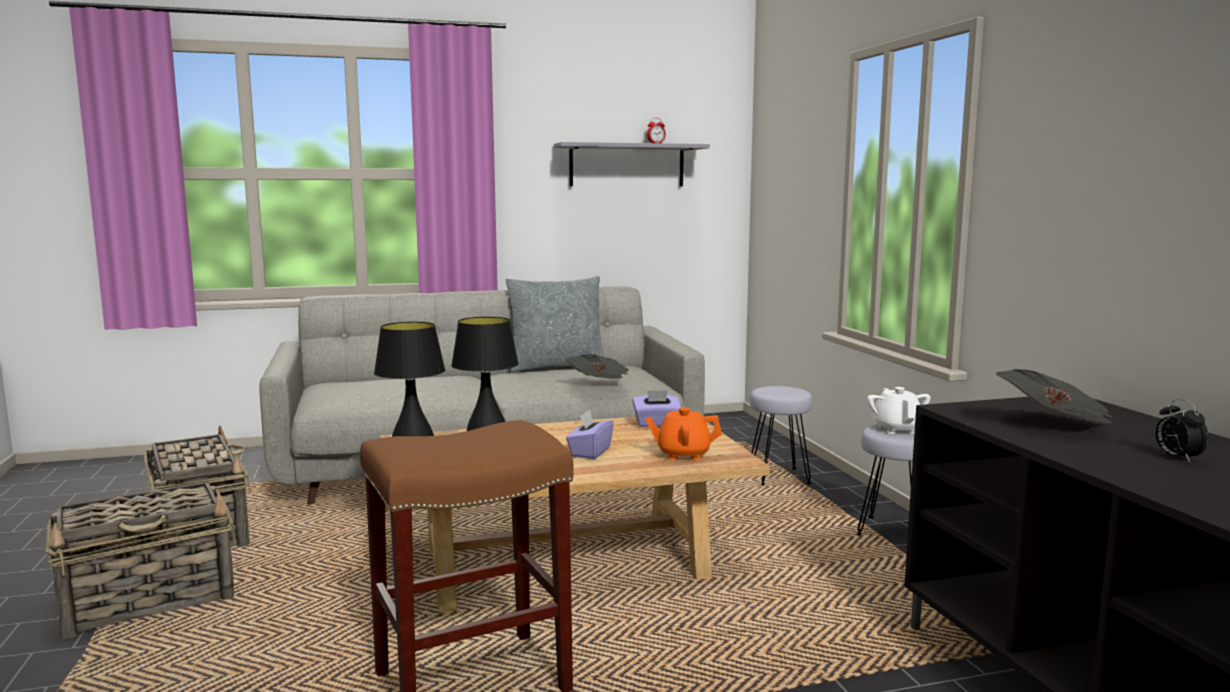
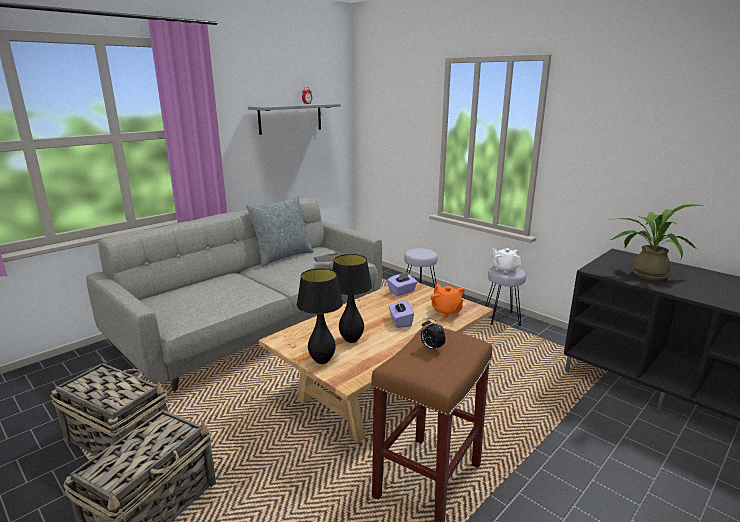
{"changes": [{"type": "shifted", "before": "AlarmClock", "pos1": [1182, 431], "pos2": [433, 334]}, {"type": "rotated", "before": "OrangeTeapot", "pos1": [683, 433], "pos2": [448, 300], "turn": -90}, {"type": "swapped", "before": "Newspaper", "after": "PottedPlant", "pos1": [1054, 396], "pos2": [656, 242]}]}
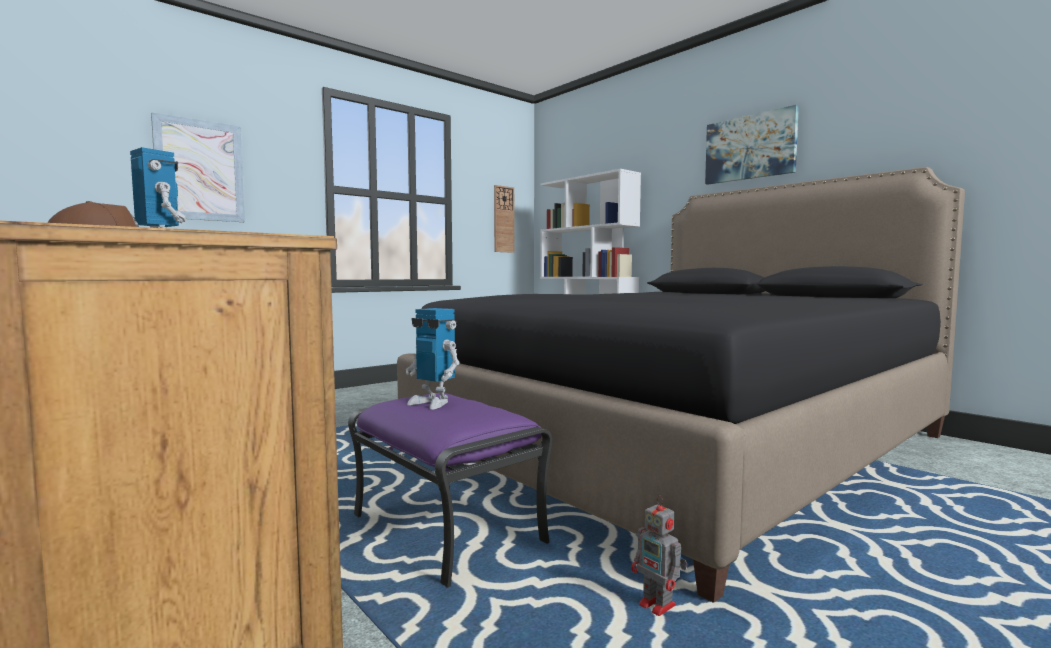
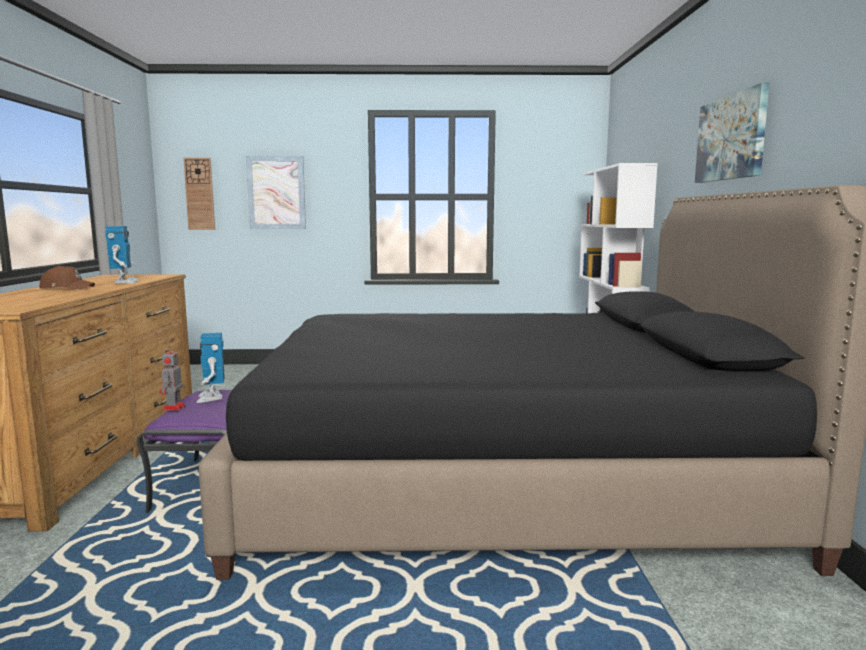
{"changes": [{"type": "shifted", "before": "ToyRobot", "pos1": [659, 555], "pos2": [172, 378]}, {"type": "shifted", "before": "WallClock", "pos1": [504, 219], "pos2": [199, 194]}]}
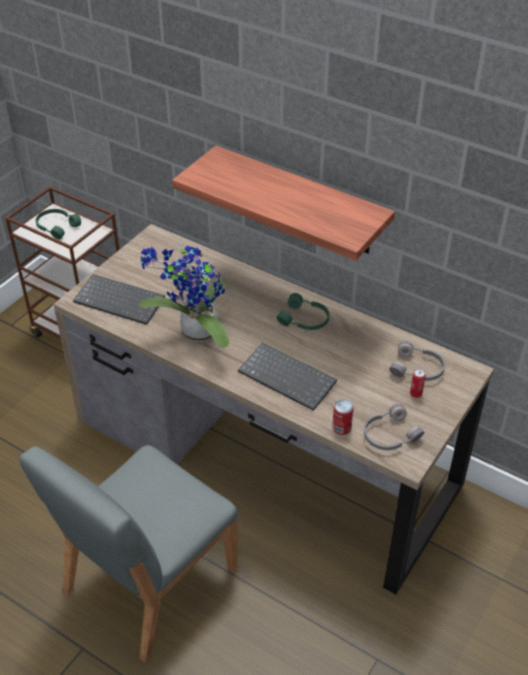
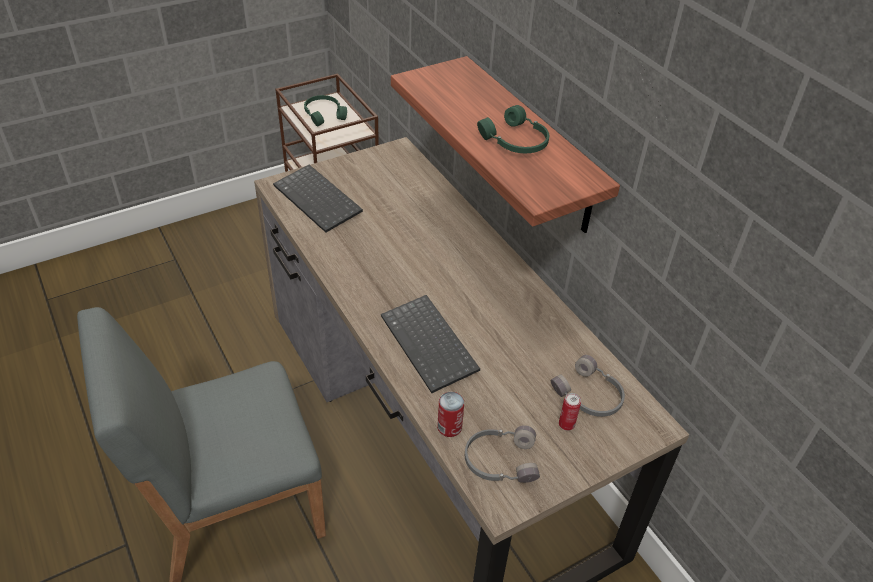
{"changes": [{"type": "shifted", "before": "GreenHeadphones", "pos1": [302, 311], "pos2": [513, 129]}, {"type": "gone", "before": "PottedPlant", "pos1": [184, 295]}]}
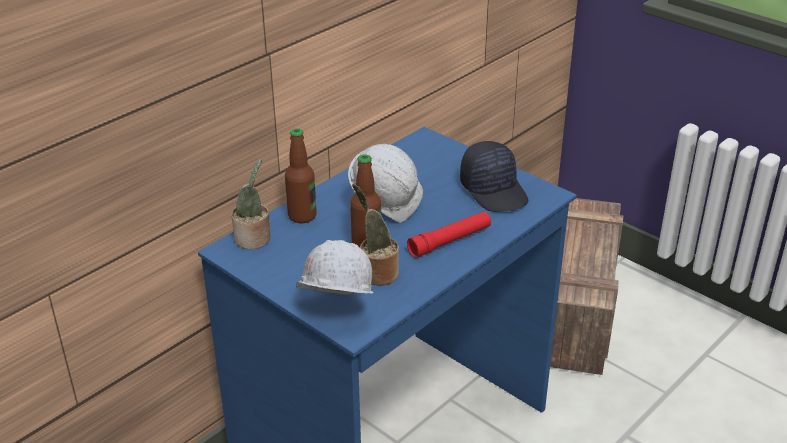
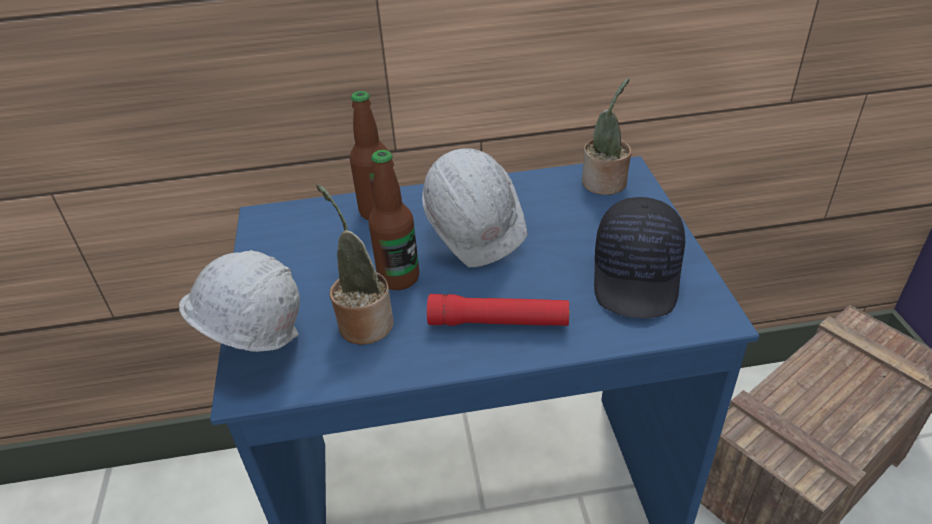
{"changes": [{"type": "shifted", "before": "PottedPlant", "pos1": [250, 204], "pos2": [607, 136]}]}
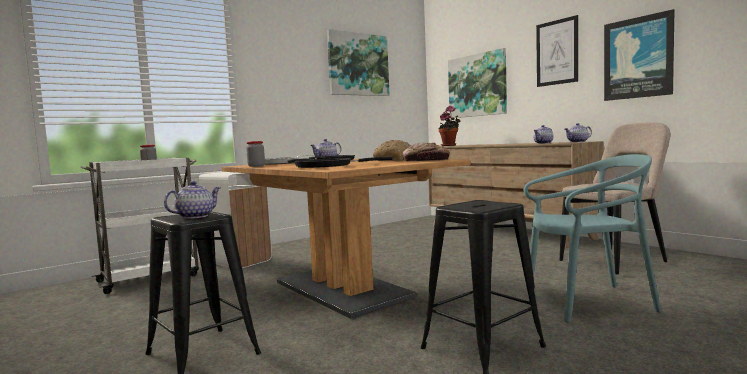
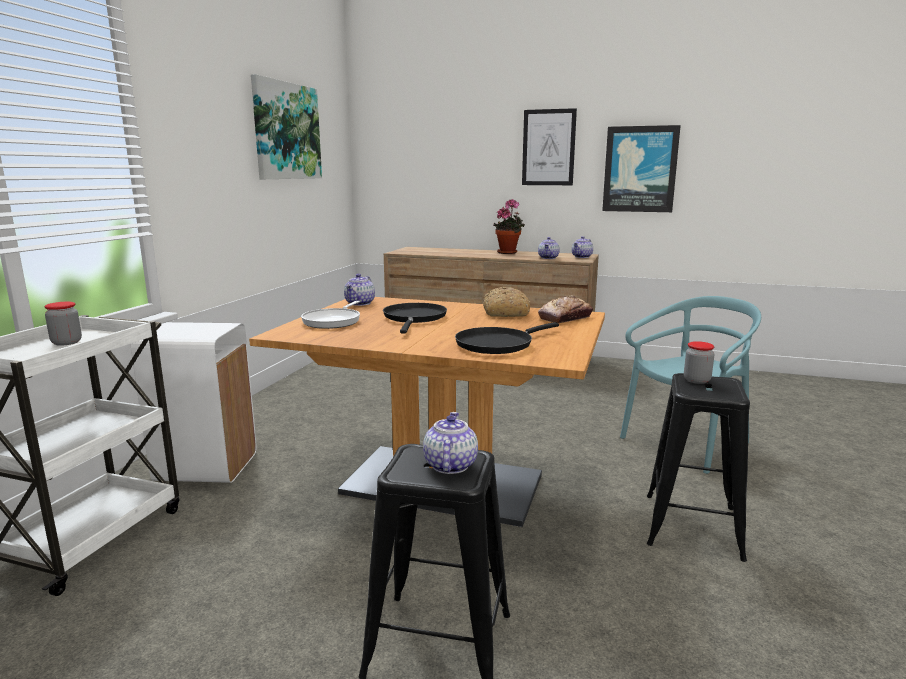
{"changes": [{"type": "shifted", "before": "PottedPlant", "pos1": [450, 126], "pos2": [509, 226]}, {"type": "shifted", "before": "Jar", "pos1": [255, 154], "pos2": [699, 362]}, {"type": "gone", "before": "Picture", "pos1": [477, 83]}, {"type": "gone", "before": "BeigeChair", "pos1": [615, 198]}]}
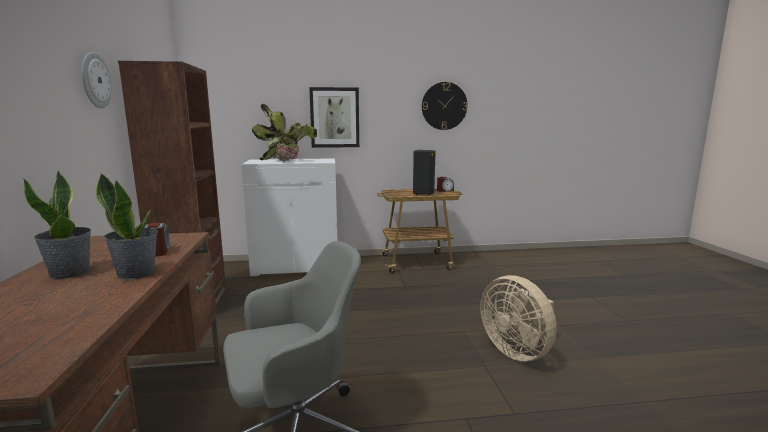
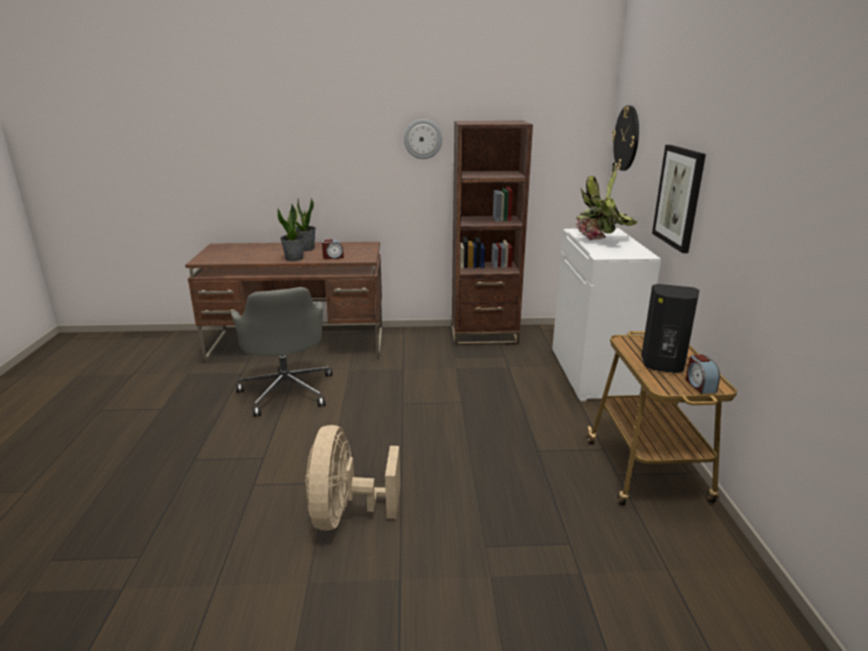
{"changes": [{"type": "rotated", "before": "BeigeFan", "pos1": [518, 318], "pos2": [352, 478], "turn": -60}, {"type": "shifted", "before": "WallClock", "pos1": [444, 106], "pos2": [625, 138]}]}
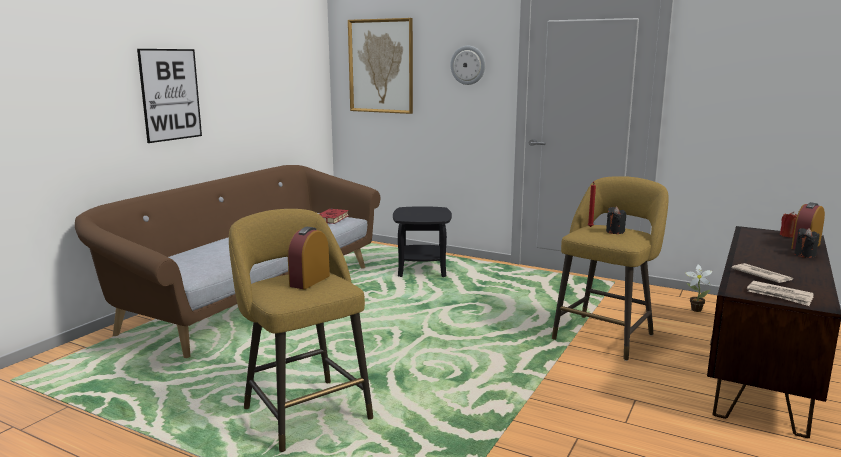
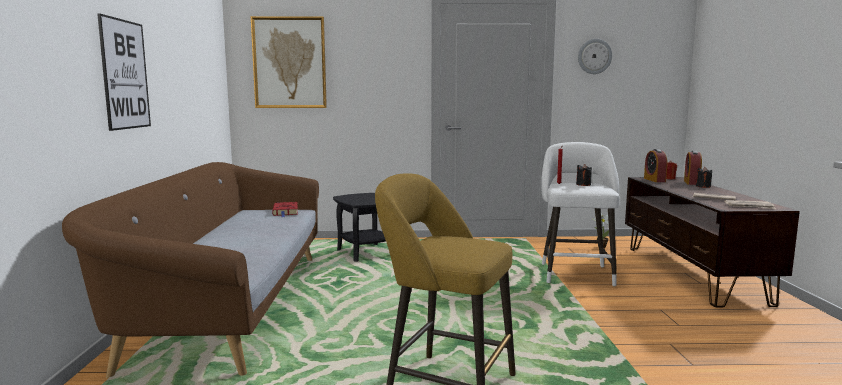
{"changes": [{"type": "repainted", "before": "YellowStool", "after": "WhiteStool", "pos1": [610, 268], "pos2": [580, 214]}, {"type": "shifted", "before": "WallClock", "pos1": [467, 65], "pos2": [595, 56]}, {"type": "shifted", "before": "AlarmClock", "pos1": [309, 258], "pos2": [655, 165]}]}
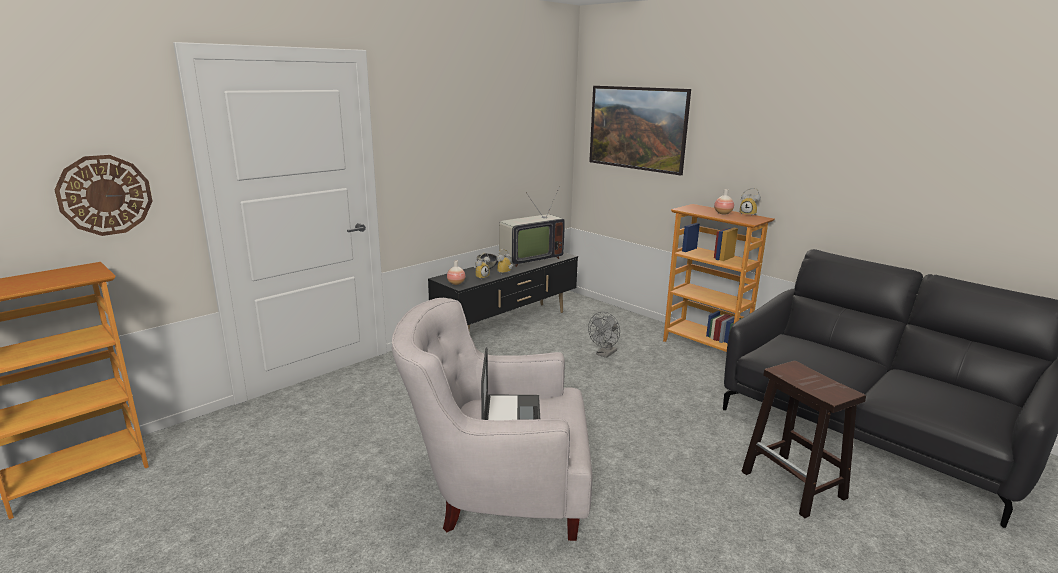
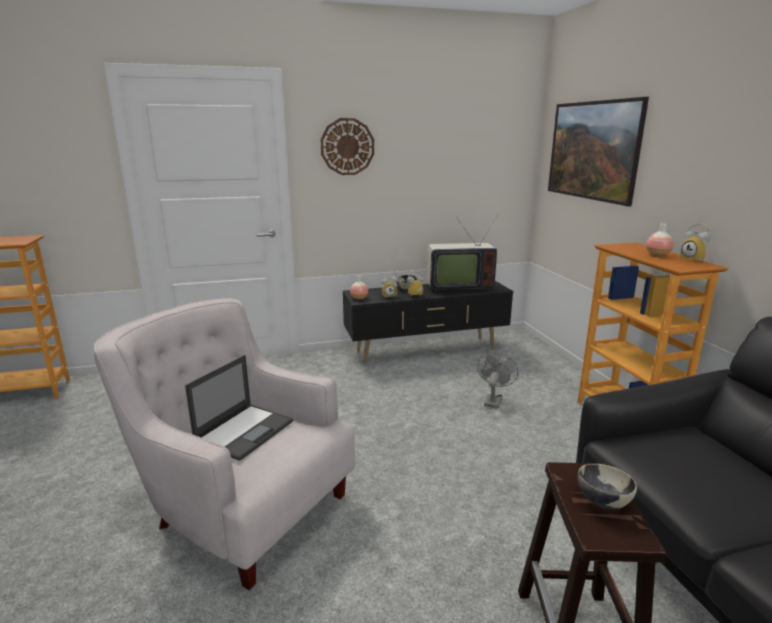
{"changes": [{"type": "shifted", "before": "WallClock", "pos1": [103, 195], "pos2": [347, 146]}, {"type": "rotated", "before": "GreyFan", "pos1": [604, 335], "pos2": [497, 380], "turn": 135}, {"type": "new", "after": "Bowl", "pos2": [607, 486]}]}
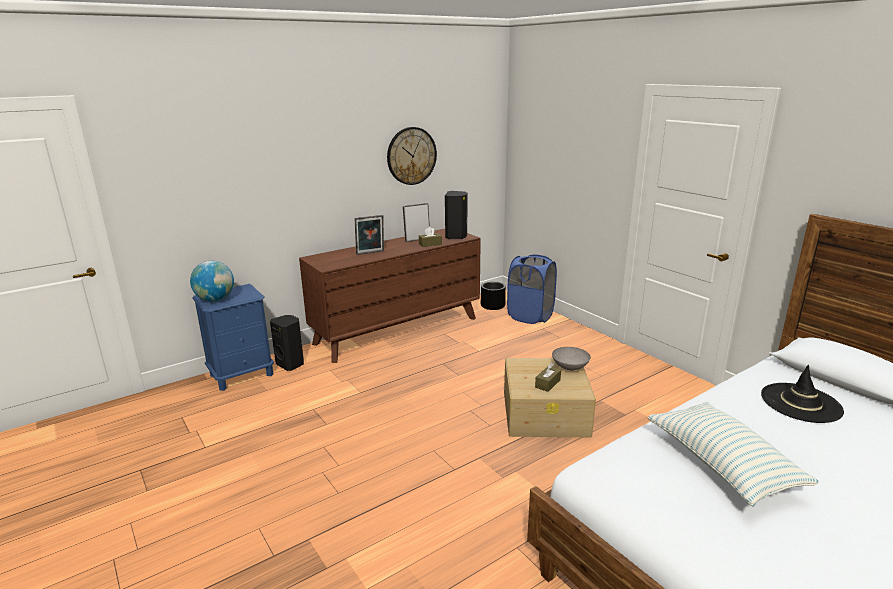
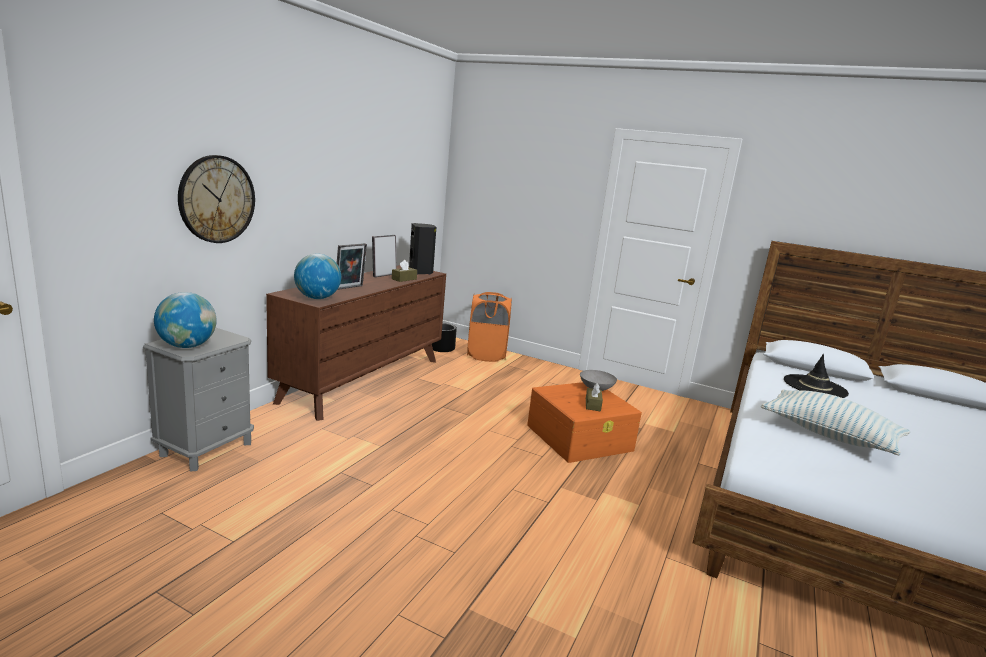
{"changes": [{"type": "repainted", "before": "BlueNightstand", "after": "GreyNightstand", "pos1": [233, 337], "pos2": [198, 399]}, {"type": "shifted", "before": "WallClock", "pos1": [412, 156], "pos2": [216, 199]}, {"type": "new", "after": "Globe", "pos2": [317, 276]}, {"type": "repainted", "before": "BlueLaundryBasket", "after": "OrangeLaundryBasket", "pos1": [532, 289], "pos2": [489, 327]}, {"type": "repainted", "before": "BeigeStorageBox", "after": "OrangeStorageBox", "pos1": [550, 397], "pos2": [584, 422]}, {"type": "gone", "before": "BlackSpeaker", "pos1": [287, 343]}]}
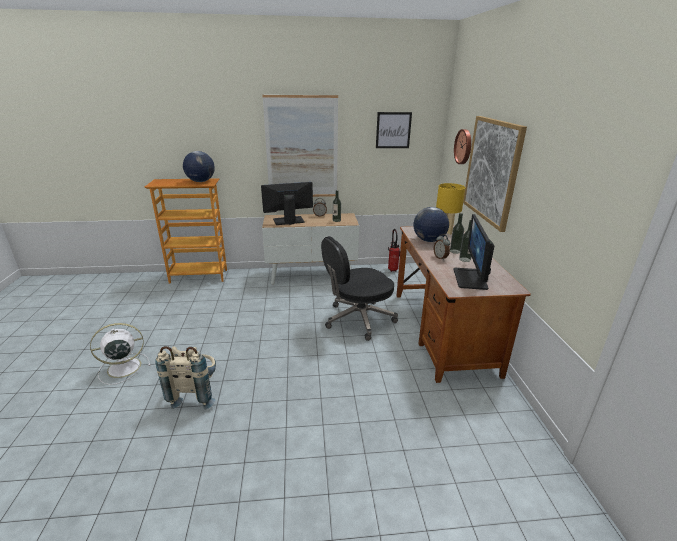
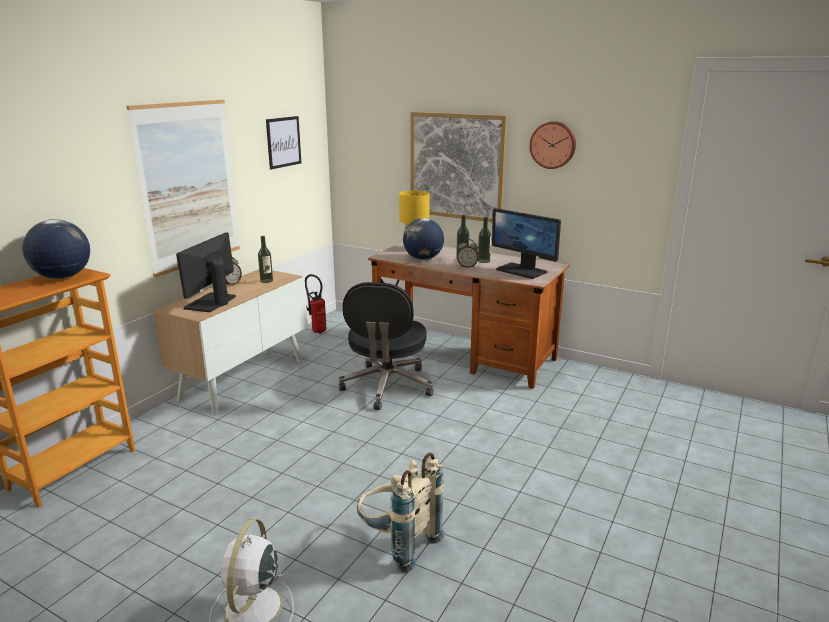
{"changes": [{"type": "shifted", "before": "WallClock", "pos1": [462, 146], "pos2": [552, 145]}]}
